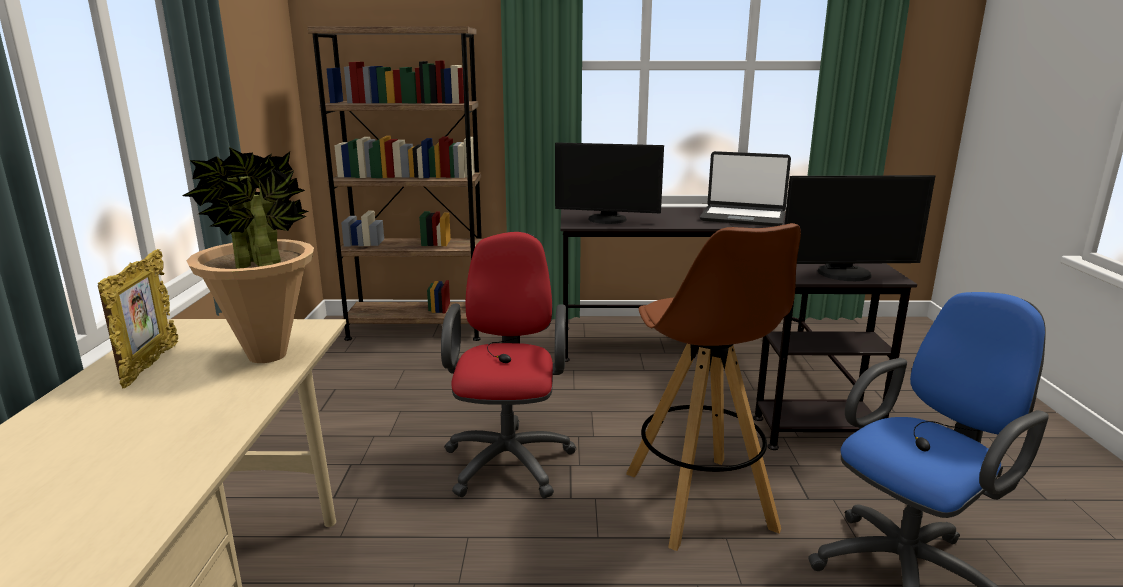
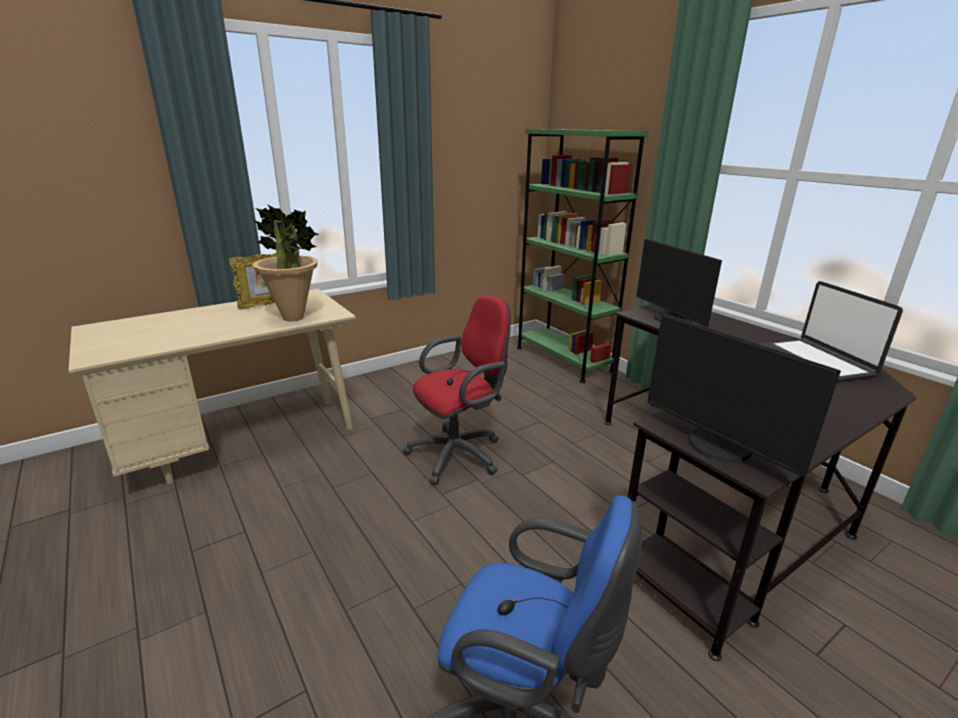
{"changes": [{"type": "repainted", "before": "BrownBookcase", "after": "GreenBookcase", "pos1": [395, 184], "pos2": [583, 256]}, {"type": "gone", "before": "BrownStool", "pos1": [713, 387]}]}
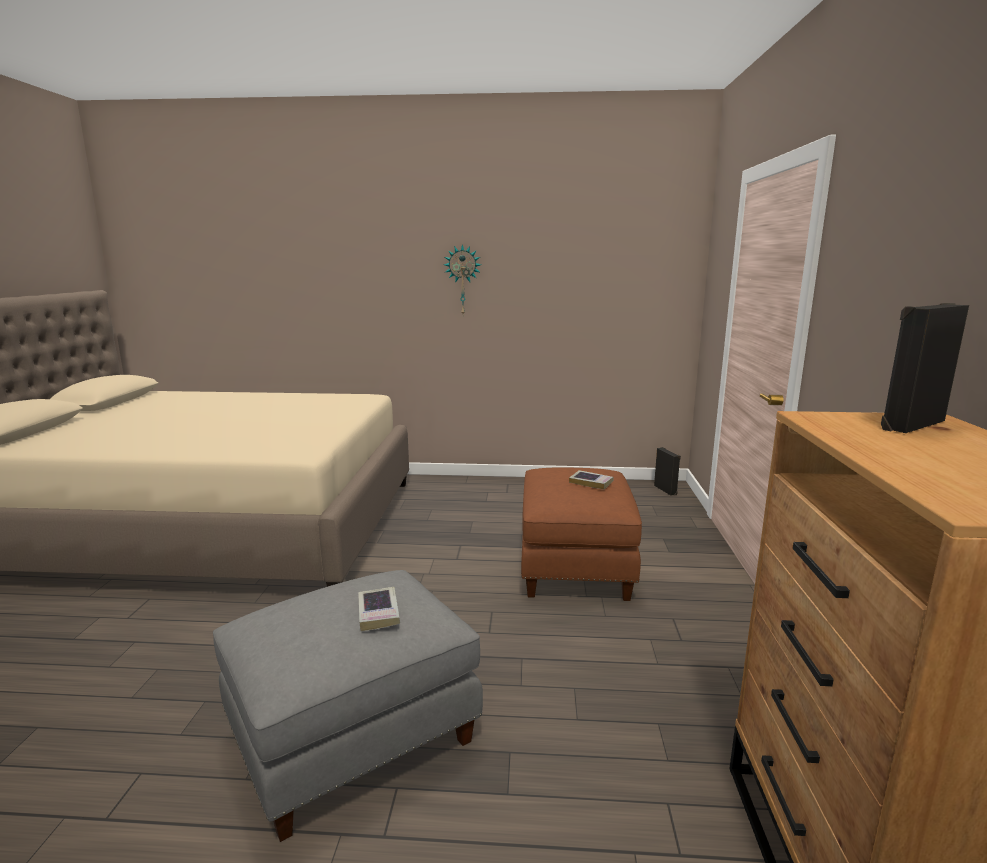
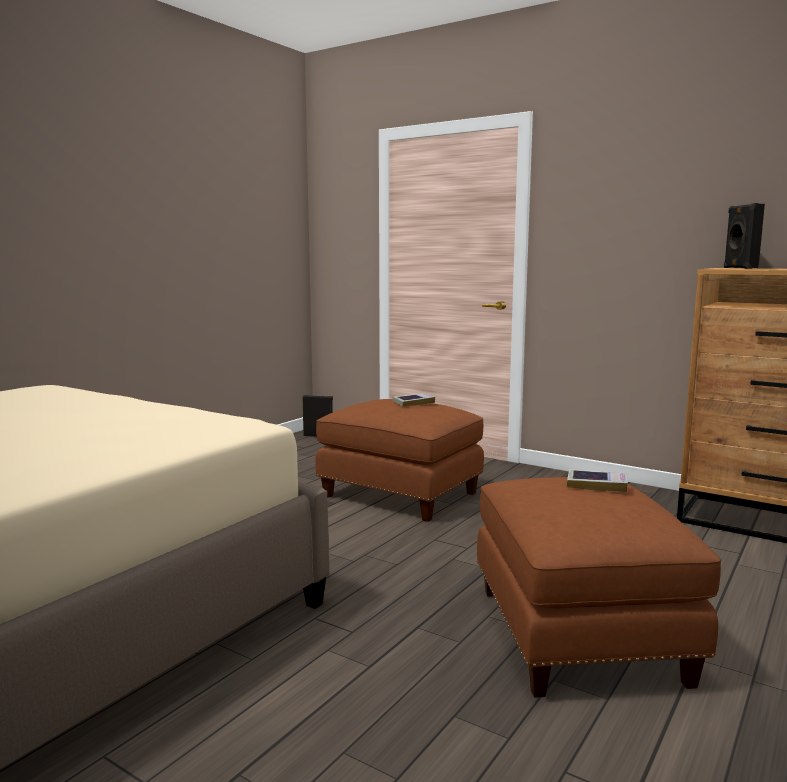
{"changes": [{"type": "repainted", "before": "GreyOttoman", "after": "BrownOttoman", "pos1": [348, 706], "pos2": [599, 587]}, {"type": "gone", "before": "WallClock", "pos1": [462, 279]}]}
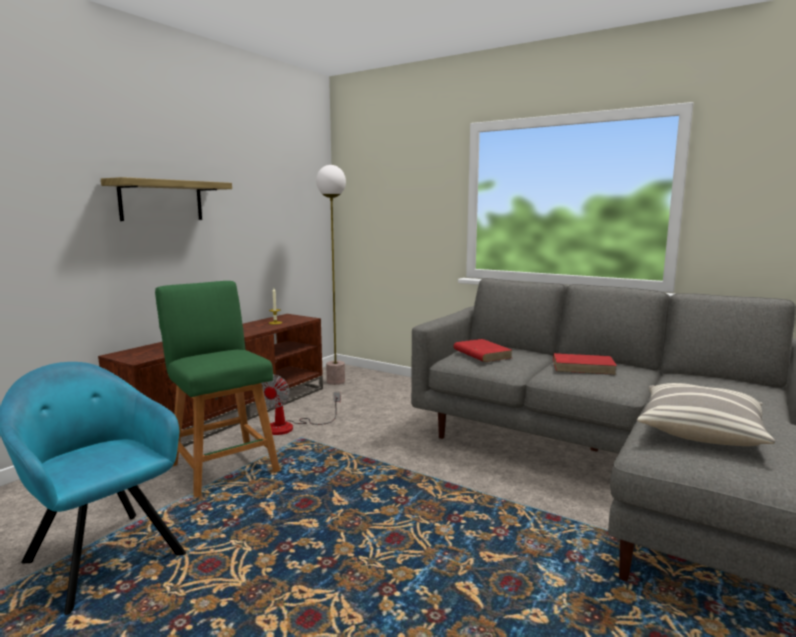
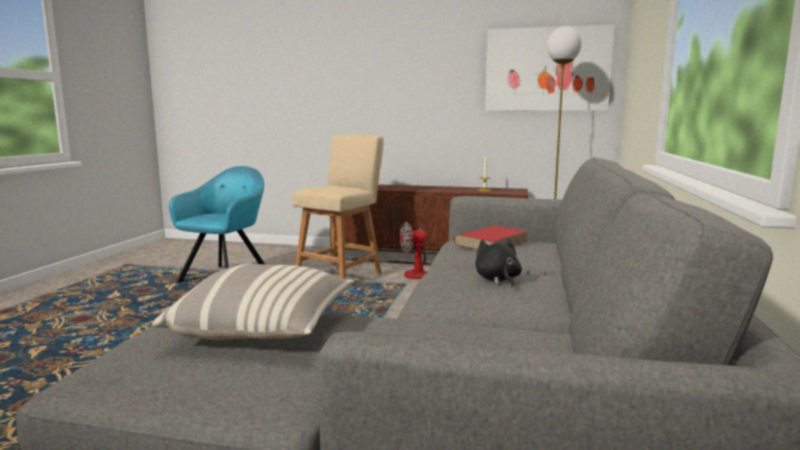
{"changes": [{"type": "repainted", "before": "GreenStool", "after": "BeigeStool", "pos1": [217, 389], "pos2": [338, 207]}, {"type": "swapped", "before": "RedBook", "after": "BlackPlushToy", "pos1": [585, 364], "pos2": [499, 263]}, {"type": "new", "after": "Picture", "pos2": [550, 68]}, {"type": "gone", "before": "Shelf", "pos1": [166, 199]}]}
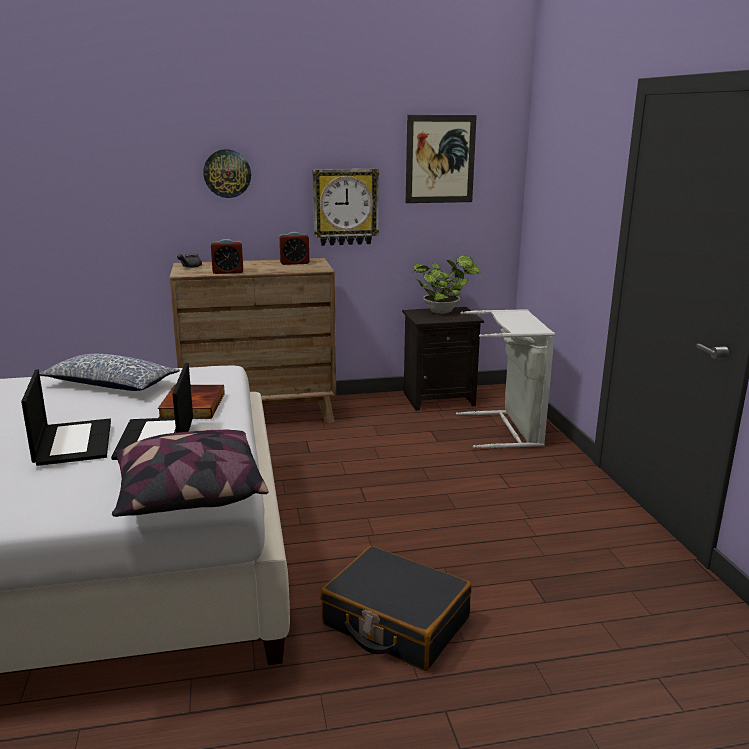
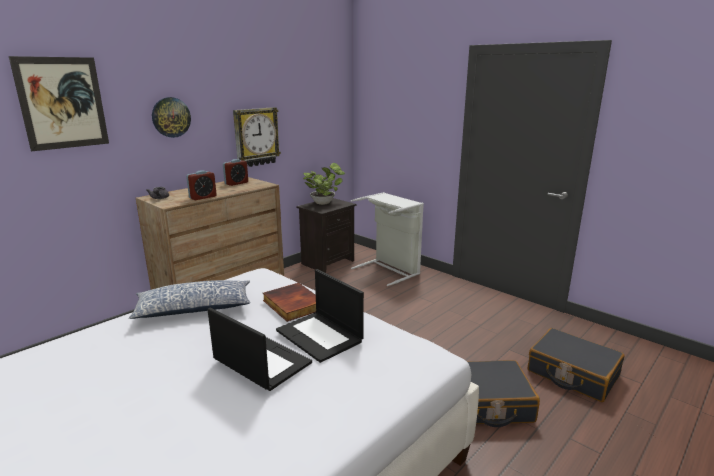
{"changes": [{"type": "shifted", "before": "Picture", "pos1": [441, 159], "pos2": [59, 103]}, {"type": "new", "after": "BlackSuitcase", "pos2": [576, 365]}, {"type": "gone", "before": "Pillow", "pos1": [190, 473]}]}
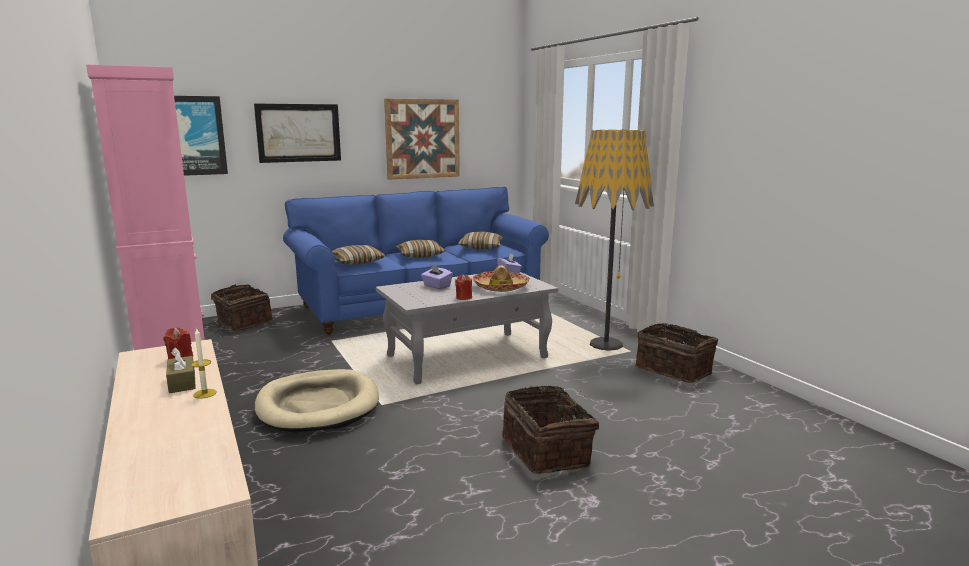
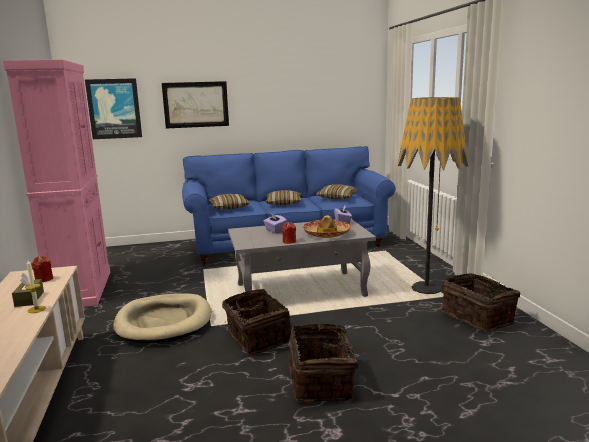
{"changes": [{"type": "shifted", "before": "Basket", "pos1": [242, 307], "pos2": [256, 322]}, {"type": "gone", "before": "Picture", "pos1": [422, 139]}]}
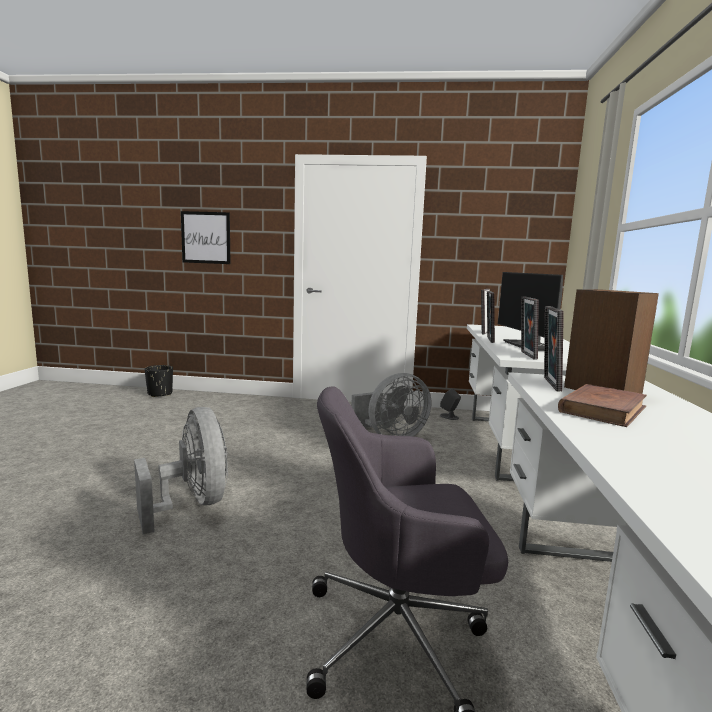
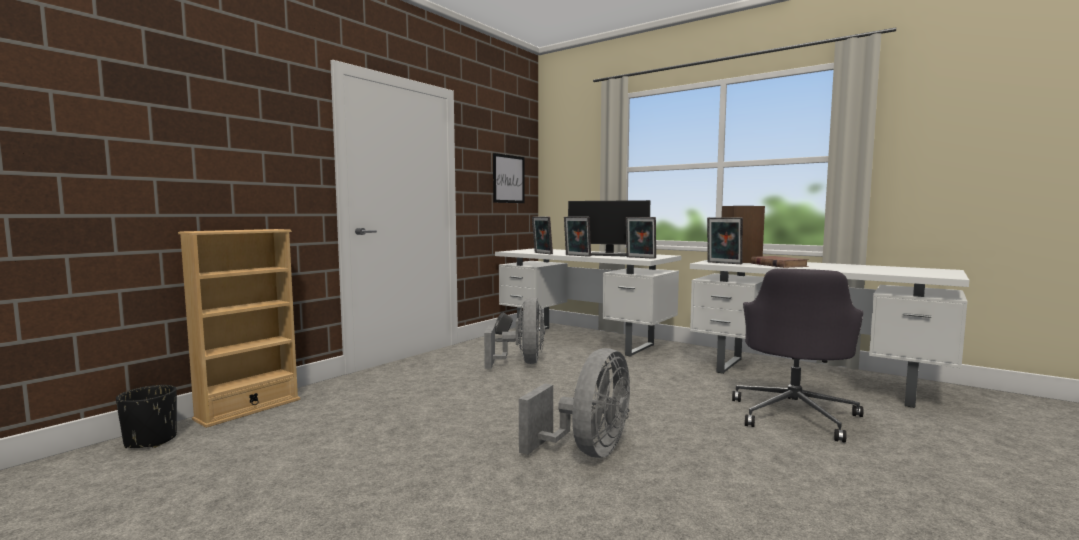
{"changes": [{"type": "new", "after": "BeigeBookcase", "pos2": [239, 328]}, {"type": "shifted", "before": "Picture", "pos1": [206, 237], "pos2": [508, 178]}, {"type": "rotated", "before": "GreyFan", "pos1": [181, 470], "pos2": [574, 403], "turn": 120}]}
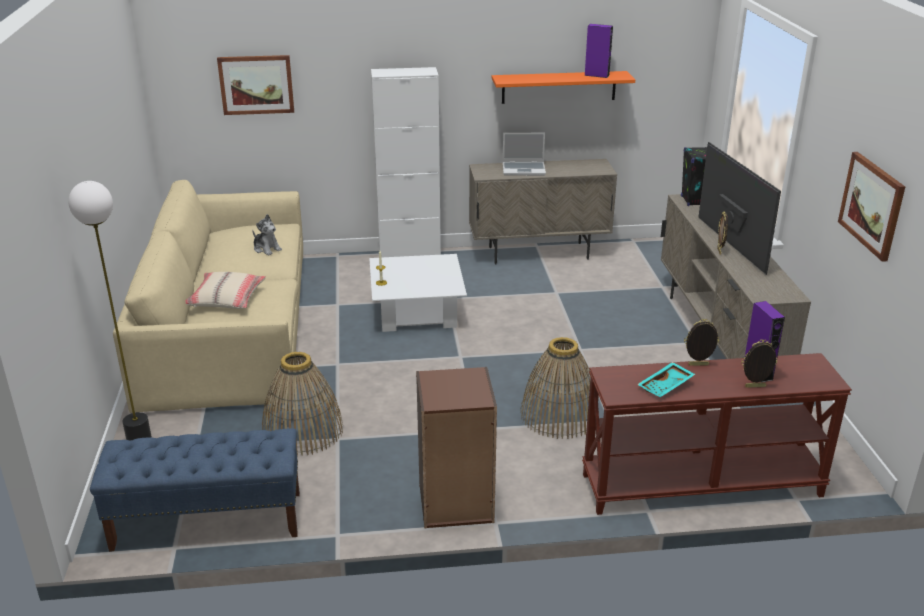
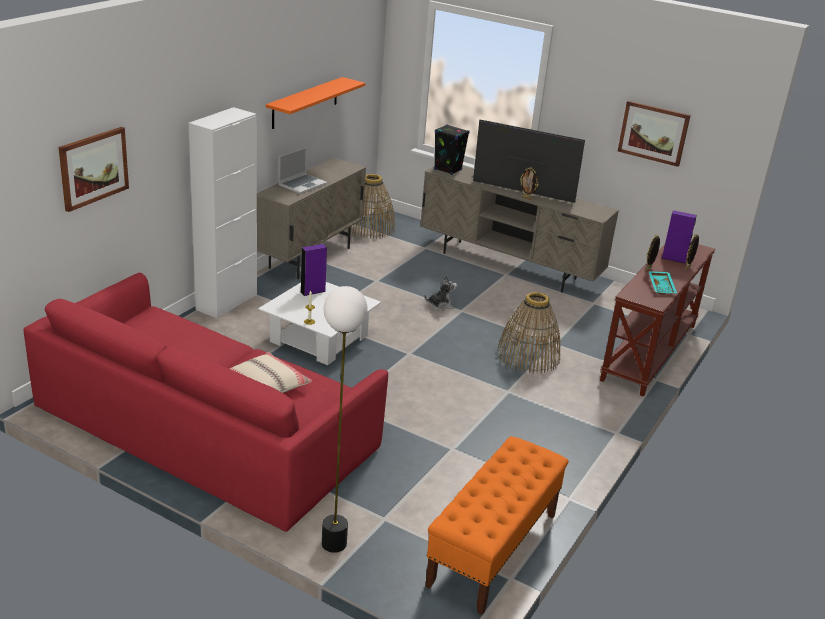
{"changes": [{"type": "repainted", "before": "BeigeSofa", "after": "RedSofa", "pos1": [208, 296], "pos2": [205, 402]}, {"type": "shifted", "before": "PurpleSpeaker", "pos1": [598, 51], "pos2": [314, 270]}, {"type": "shifted", "before": "Basket", "pos1": [302, 404], "pos2": [371, 206]}, {"type": "shifted", "before": "PlushToy", "pos1": [267, 234], "pos2": [441, 293]}, {"type": "repainted", "before": "BlueBench", "after": "OrangeBench", "pos1": [195, 490], "pos2": [497, 525]}, {"type": "gone", "before": "BrownBookcase", "pos1": [456, 447]}]}
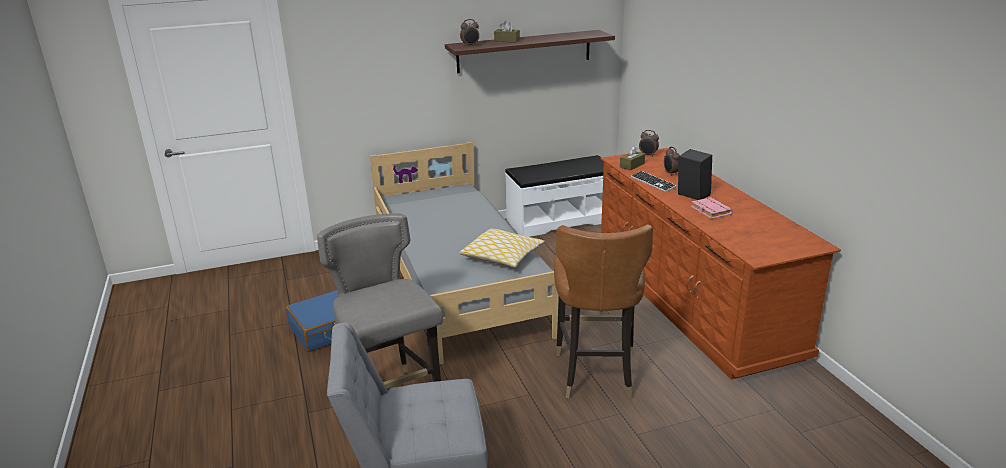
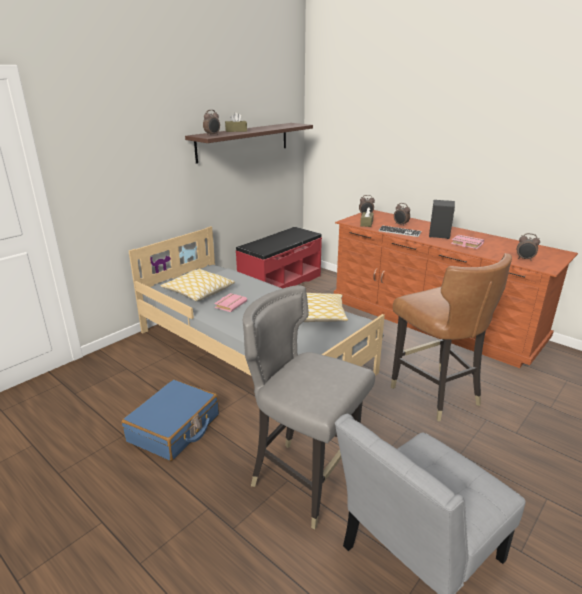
{"changes": [{"type": "new", "after": "Pillow", "pos2": [198, 285]}, {"type": "new", "after": "PinkBook", "pos2": [230, 302]}, {"type": "repainted", "before": "WhiteBench", "after": "RedBench", "pos1": [554, 196], "pos2": [279, 257]}, {"type": "new", "after": "AlarmClock", "pos2": [528, 247]}]}
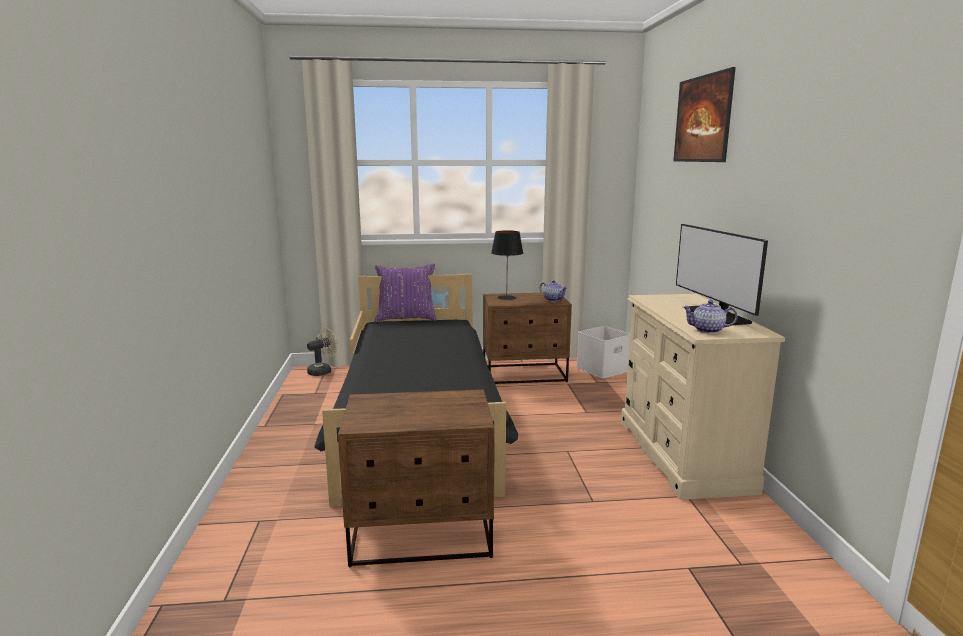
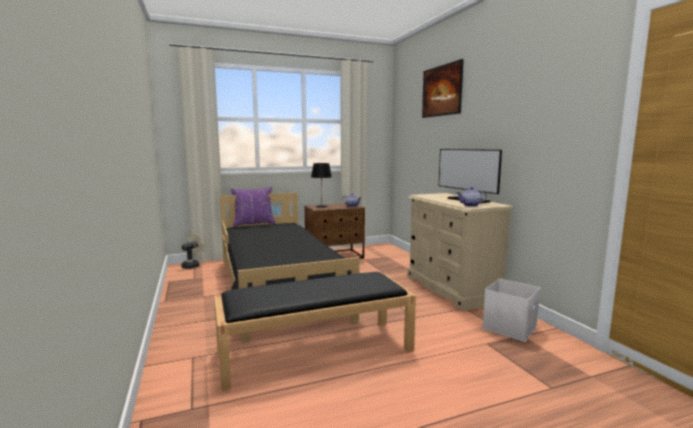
{"changes": [{"type": "swapped", "before": "BrownNightstand", "after": "BlackBench", "pos1": [416, 478], "pos2": [315, 331]}, {"type": "shifted", "before": "WhiteStorageBox", "pos1": [603, 352], "pos2": [511, 310]}]}
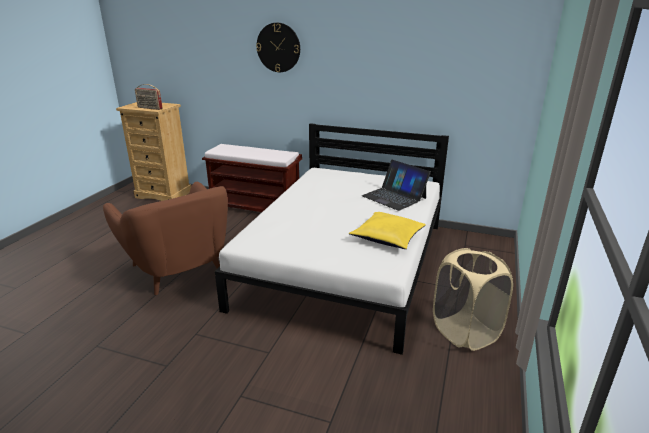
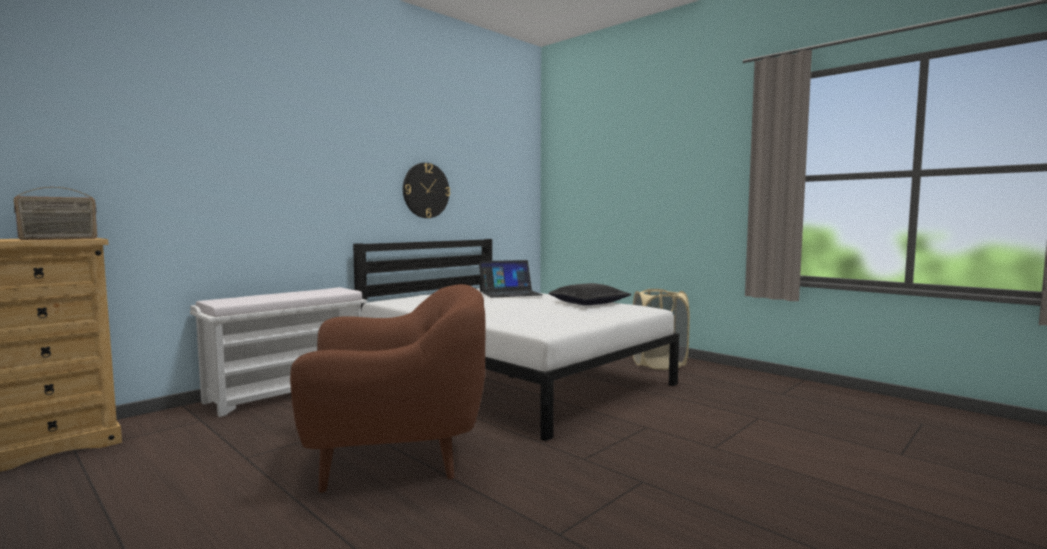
{"changes": [{"type": "repainted", "before": "BrownBench", "after": "WhiteBench", "pos1": [252, 178], "pos2": [278, 352]}, {"type": "shifted", "before": "WallClock", "pos1": [278, 47], "pos2": [426, 190]}, {"type": "repainted", "before": "YellowPillow", "after": "BlackPillow", "pos1": [387, 230], "pos2": [590, 294]}]}
